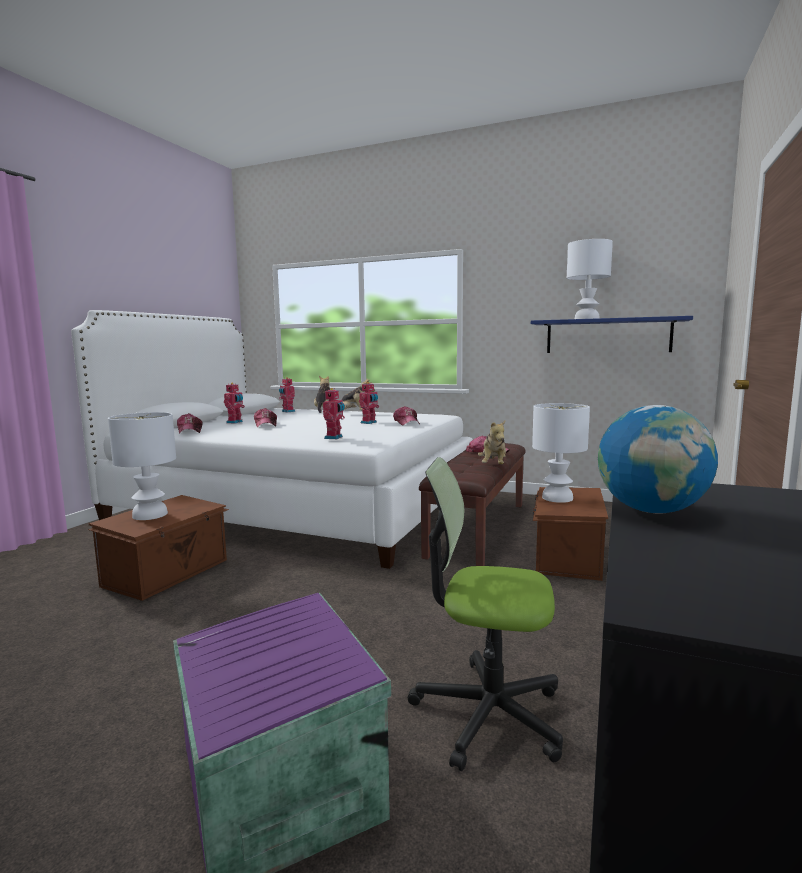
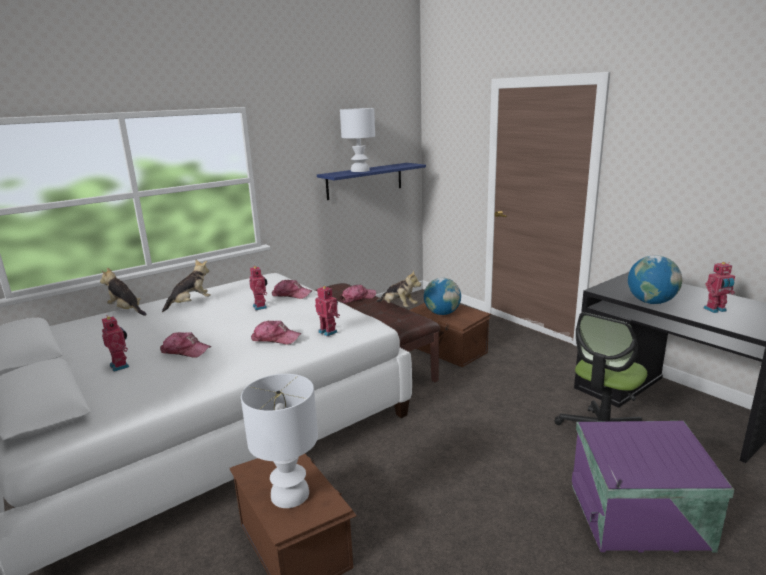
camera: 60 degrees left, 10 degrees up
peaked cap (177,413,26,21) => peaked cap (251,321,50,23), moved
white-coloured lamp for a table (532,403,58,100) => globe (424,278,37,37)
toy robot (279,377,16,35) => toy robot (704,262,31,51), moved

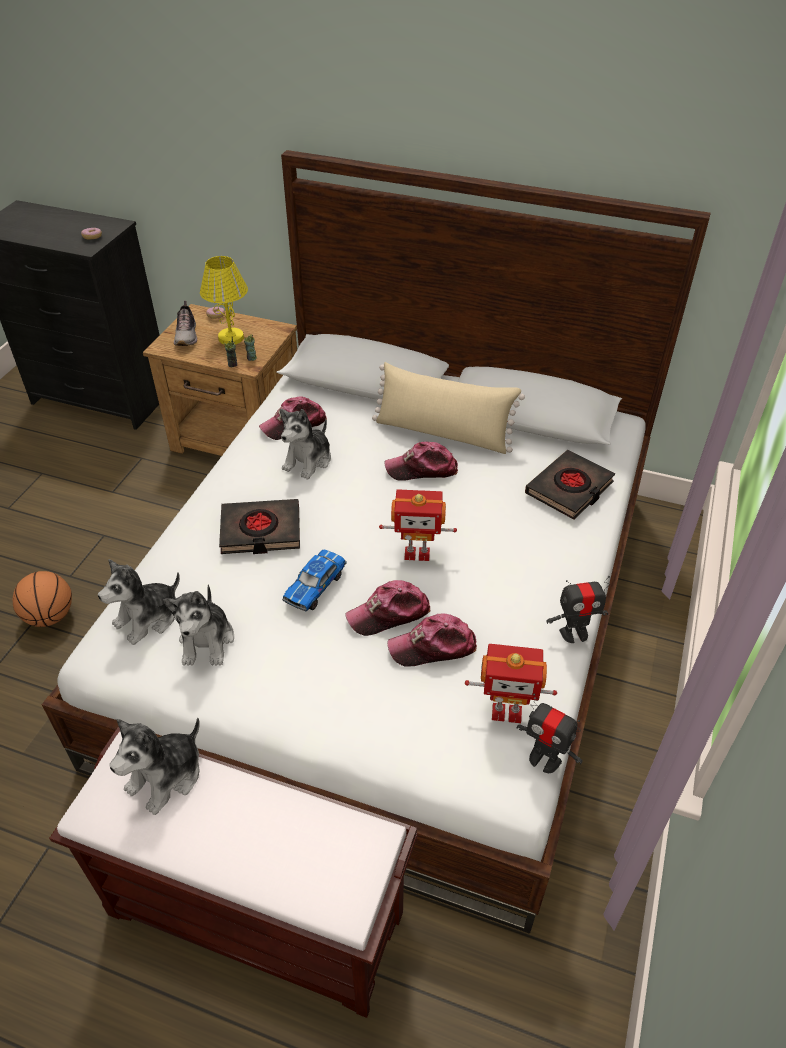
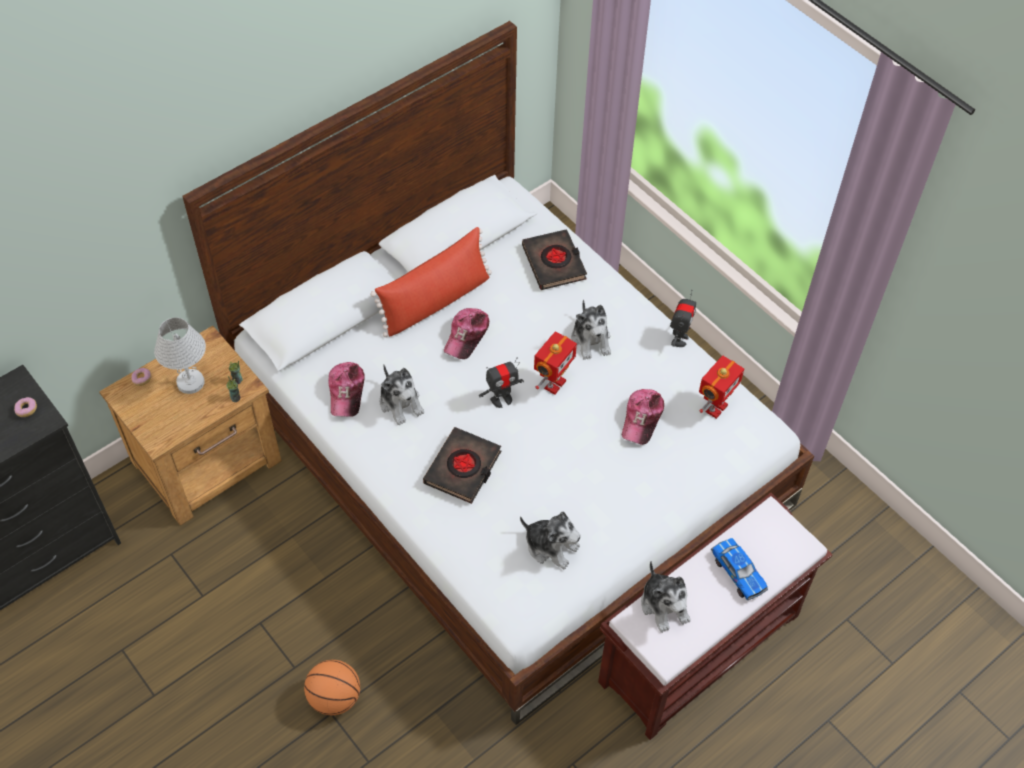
camera: 60 degrees left, 10 degrees up
yellowish lamp for a table (200,256,48,89) => white-coloured lamp for a table (154,317,52,77)
sand-coloured throw pillow (372,362,153,92) => red throw pillow (370,227,122,110)
toy robot (516,694,67,79) => toy robot (479,358,45,50), moved
cuddly toy (98,559,82,86) => cuddly toy (571,299,40,61), moved
model car (282,549,65,62) => model car (711,538,57,62), moved
item of footwear (174,301,23,45) => nothing
peaked cap (345,580,85,56) => nothing

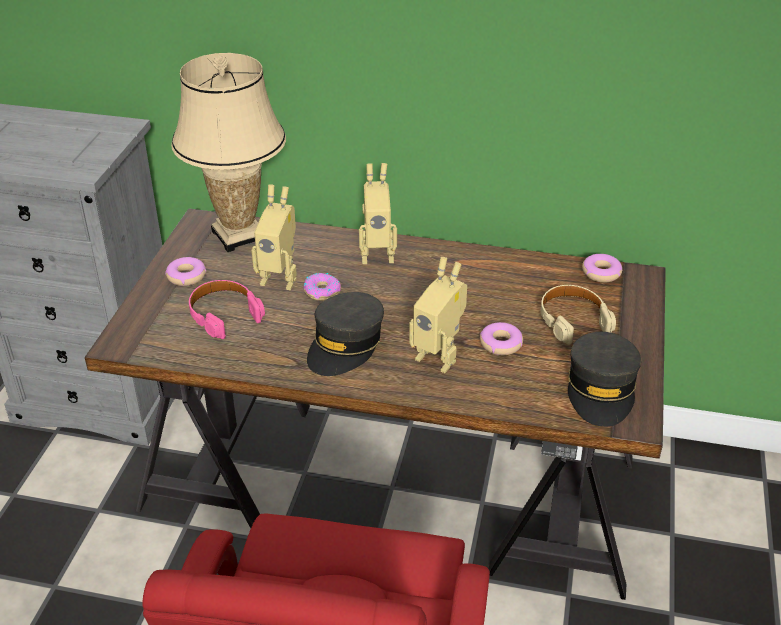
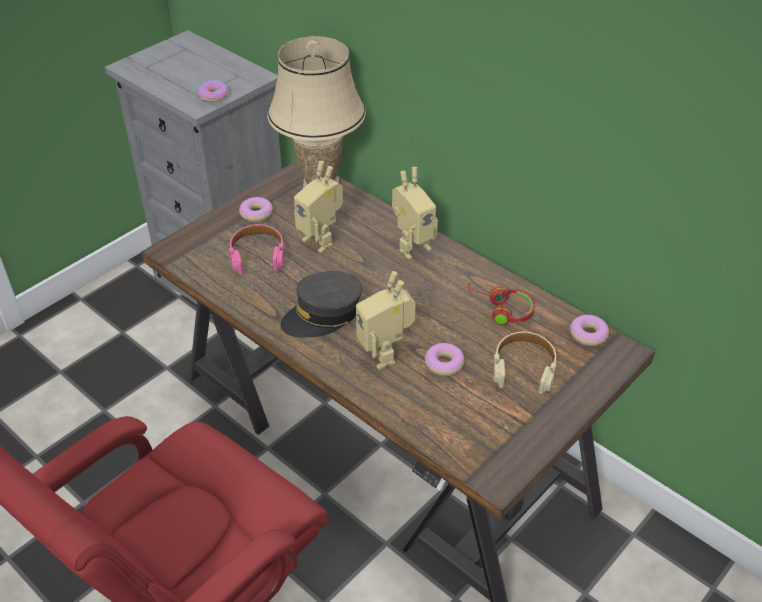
camera: 30 degrees right, 5 degrees up
donut (303,273,38,28) => donut (198,80,30,22), moved
toy robot (359,163,38,101) => toy robot (392,167,46,93), 60 degrees counterclockwise
nothing => red headset (468,283,66,42)
greyish peaked cap (568,332,73,95) => nothing

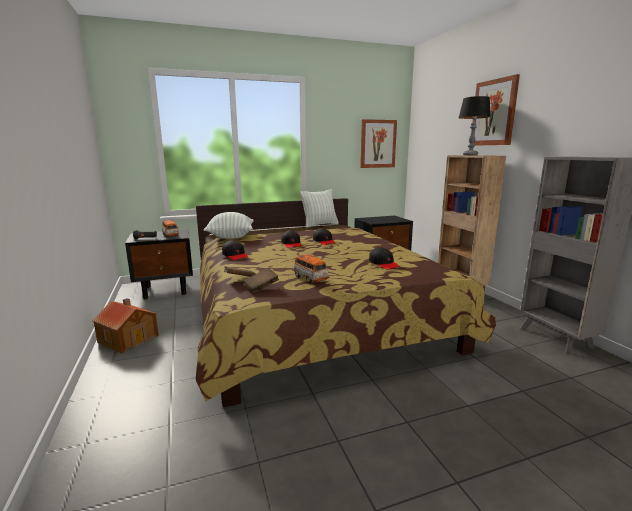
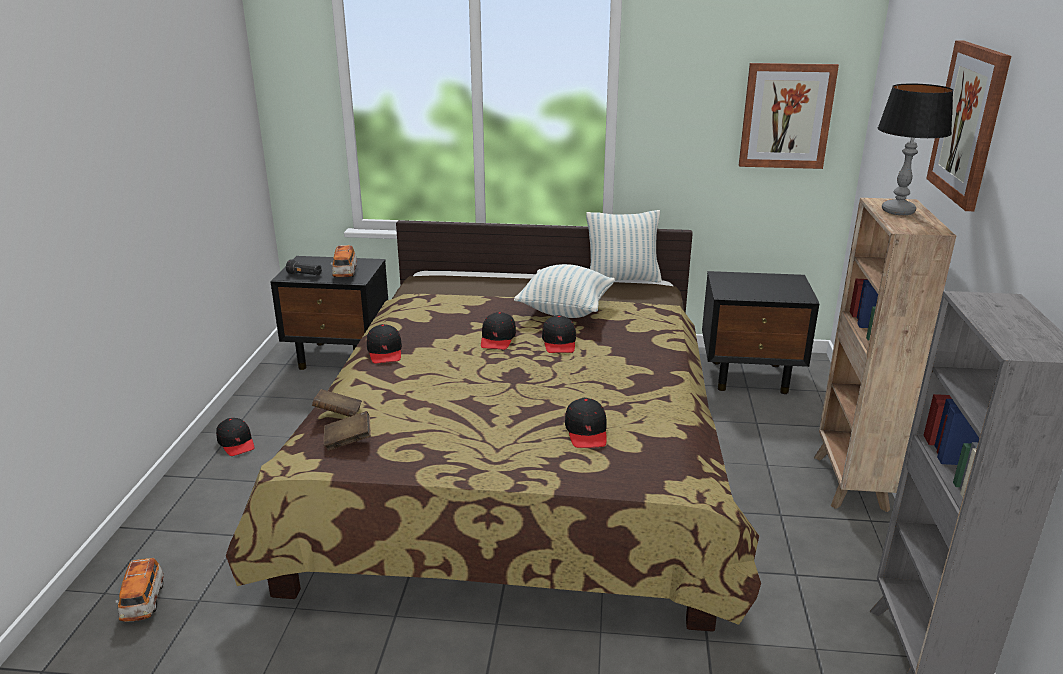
camera: 25 degrees right, 10 degrees up
model car (293,253,36,30) => model car (115,558,49,64), moved
model house (92,298,67,56) => blackish peaked cap (216,418,38,38)
throw pillow (204,212,49,27) => throw pillow (514,264,101,54), moved

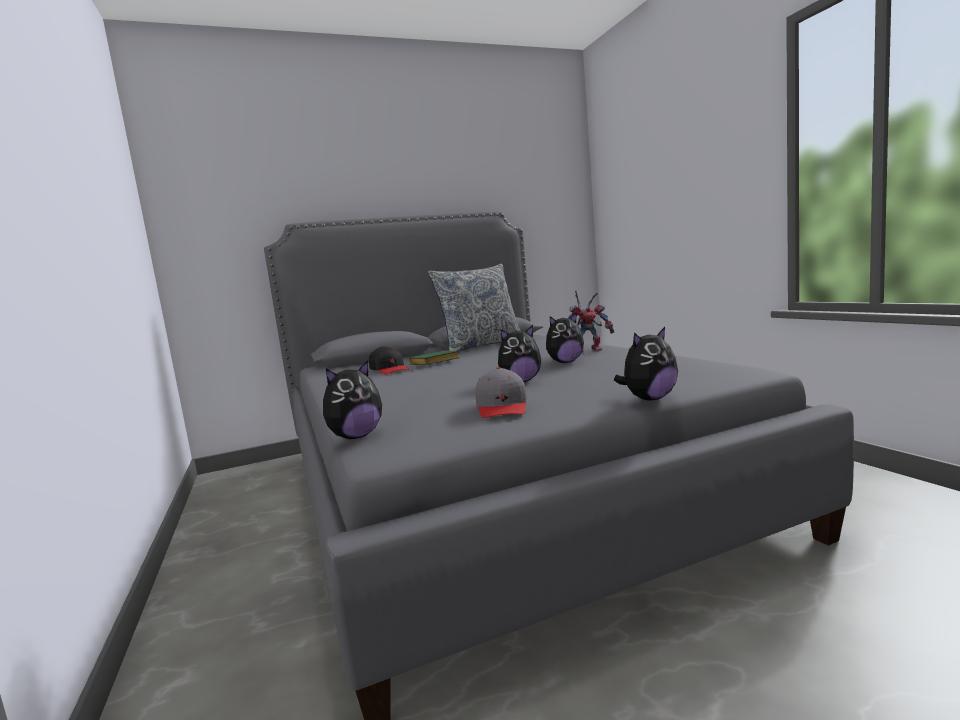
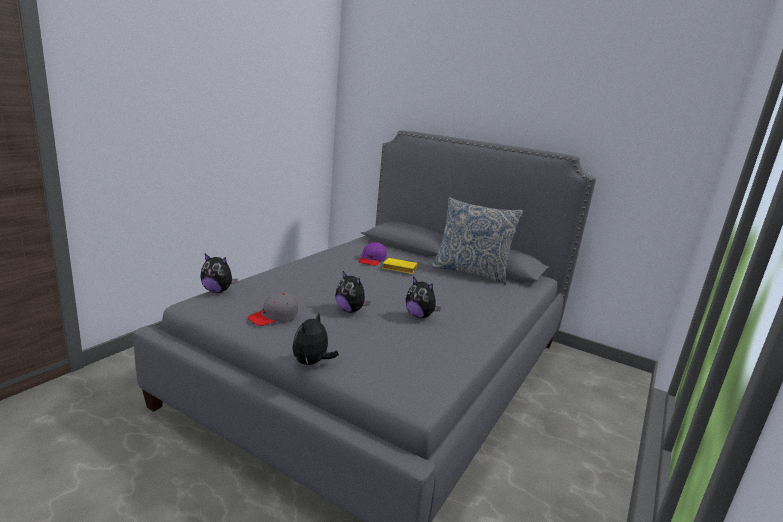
camera: 50 degrees right, 10 degrees up
cuddly toy (614,327,64,73) => cuddly toy (292,312,47,53), 90 degrees clockwise
blackish peaked cap (369,346,40,28) => purple-coloured peaked cap (359,242,28,24)
greenish bound book (409,351,51,14) => yellowish bound book (383,258,34,16)
toy robot (568,290,46,62) => nothing

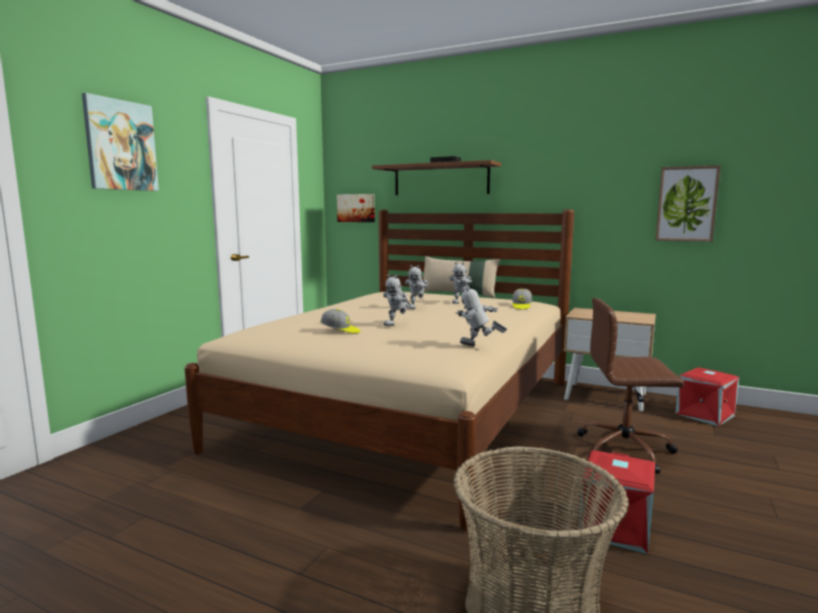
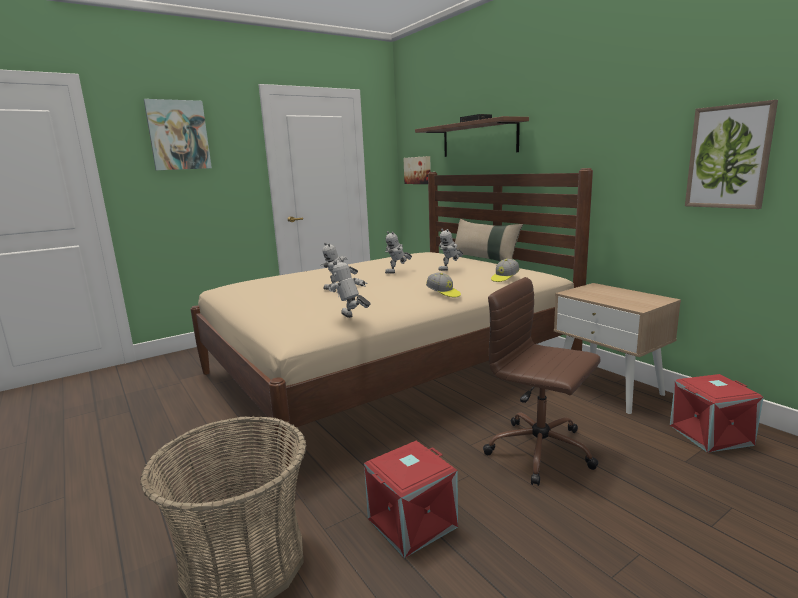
camera: 30 degrees right, 5 degrees up
peaked cap (320,309,40,24) => peaked cap (426,272,35,25), moved

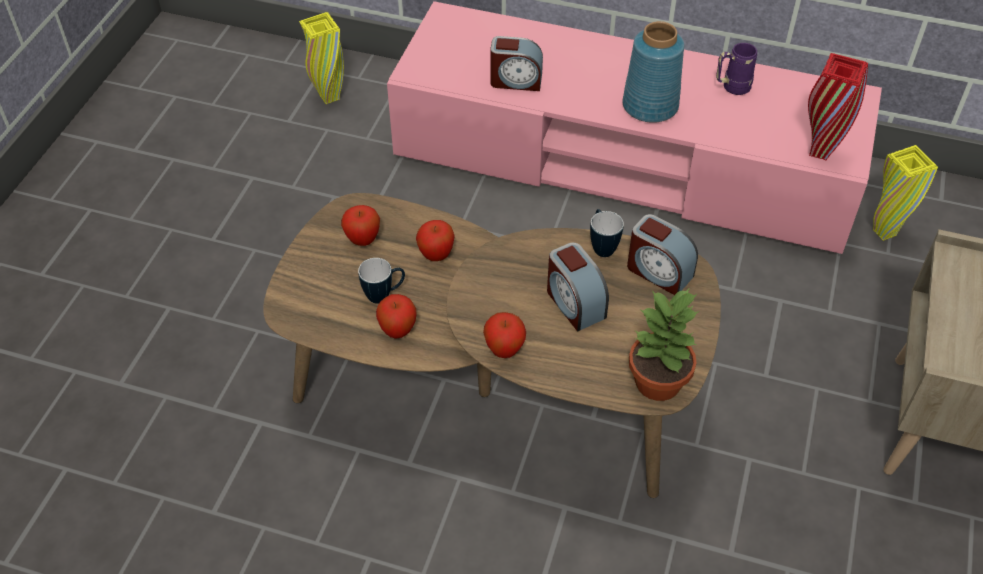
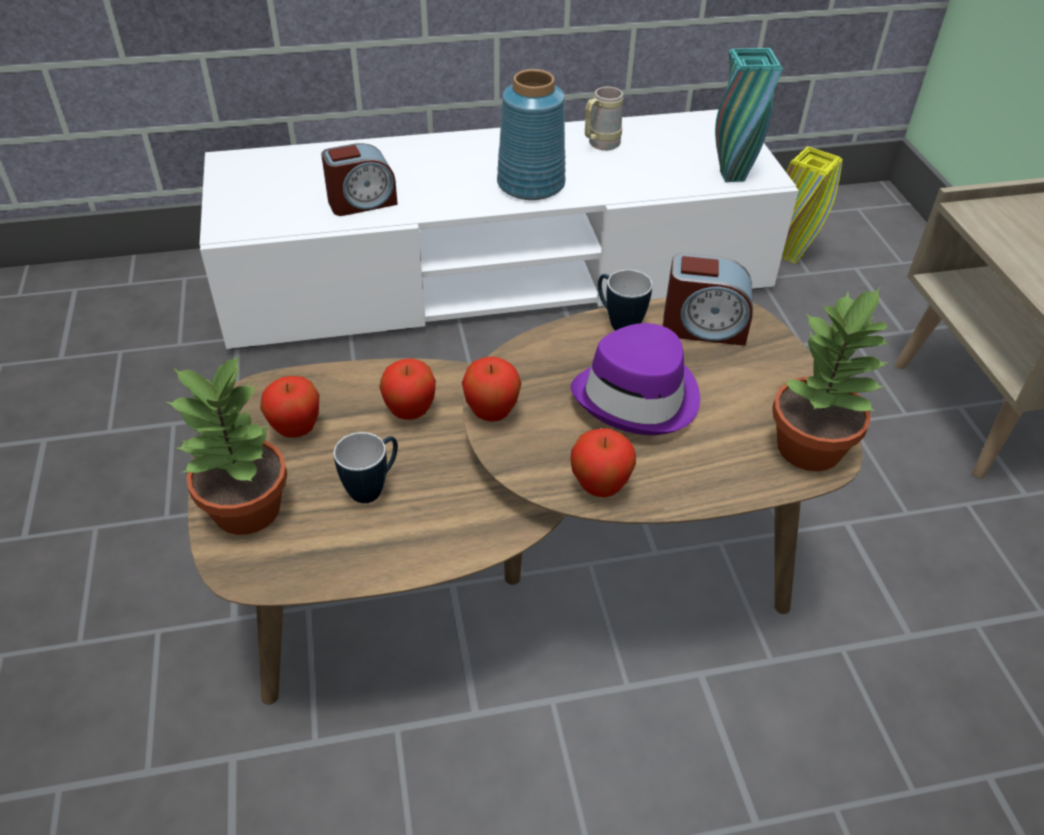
camera: 30 degrees left, 5 degrees down
nothing => potted plant (166,356,121,179)
pinkish media console (387,1,495,253) => white-coloured media console (200,109,599,240)
apple (376,294,41,45) => apple (462,357,60,65), moved
table clock (547,243,62,88) => purple-coloured wearable hat (571,323,129,112)
purple-coloured tea mug (716,43,41,52) => sand-coloured tea mug (585,87,38,63)
red flower vase (808,53,60,108) => turquoise flower vase (715,48,68,134)
yellowish flower vase (299,12,45,92) => nothing

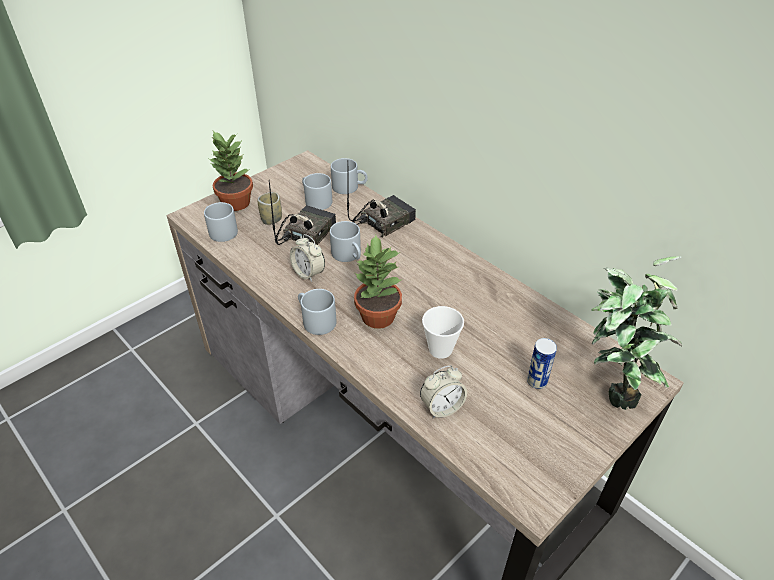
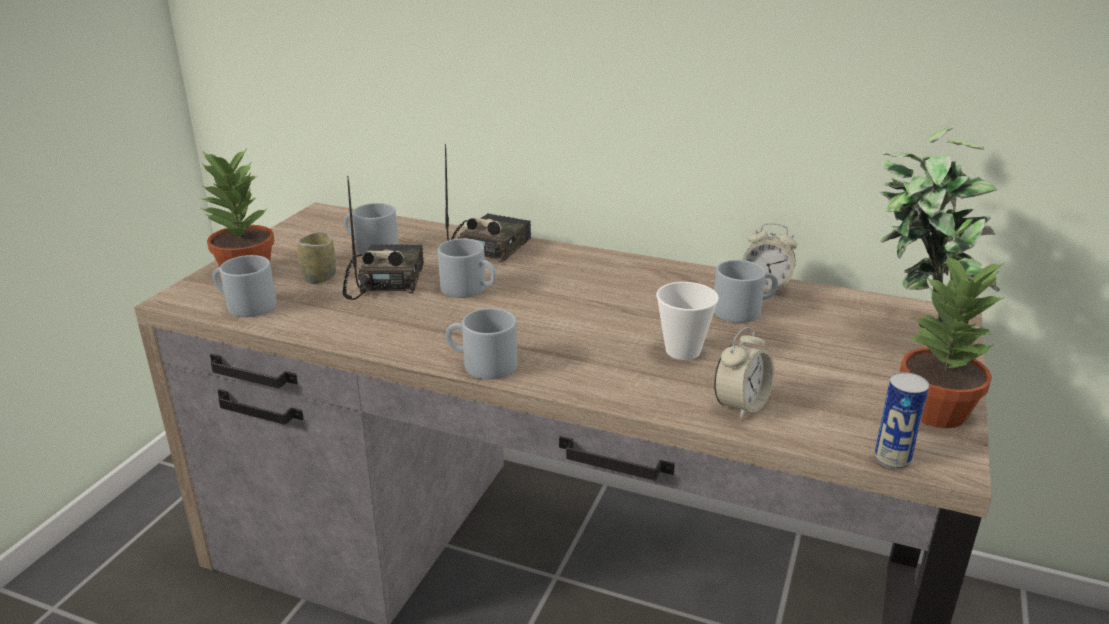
camera: 25 degrees left, 15 degrees down
greyish tea mug (331,158,37,36) => greyish tea mug (714,260,64,63), moved
table clock (290,234,35,48) => table clock (742,223,55,71), moved
sealed can (527,338,30,51) => sealed can (874,372,55,97), moved
potted plant (354,235,49,94) => potted plant (900,254,105,174), moved

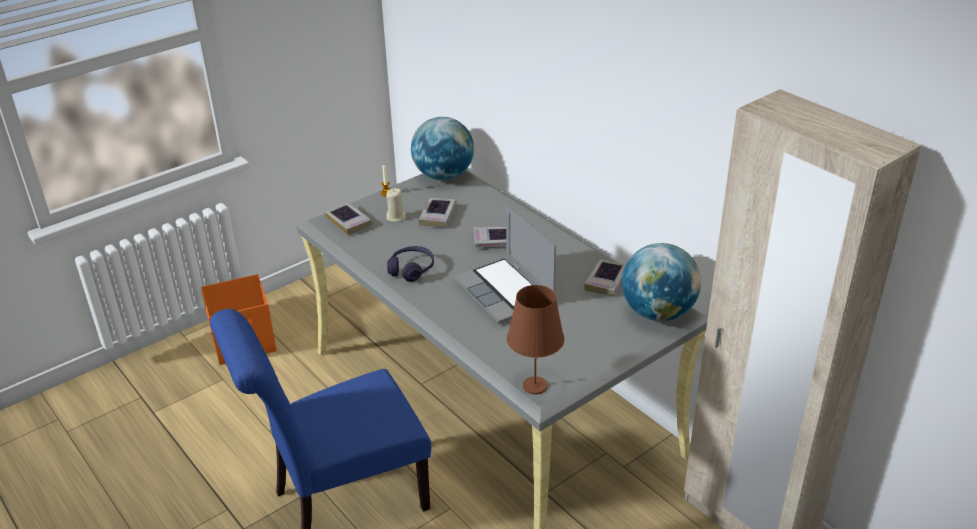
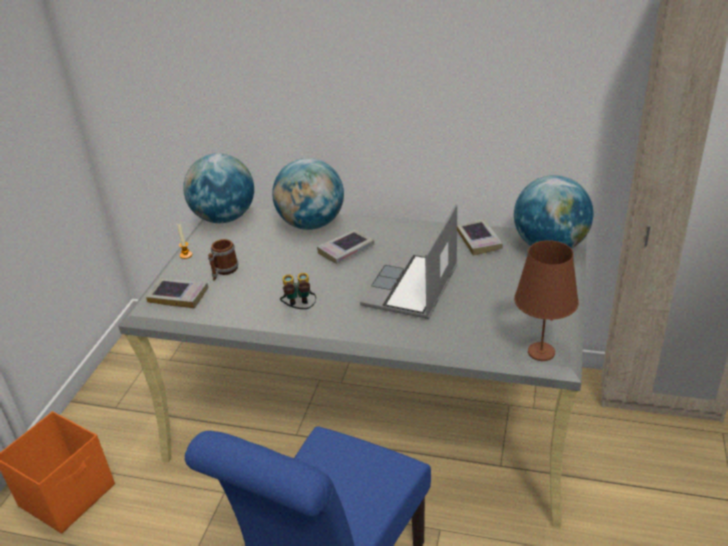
camera: 35 degrees left, 0 degrees up
sand-coloured wax candle (386,188,20,34) => tea mug (208,239,30,42)
nothing => globe (272,158,72,72)
purple-coloured headset (387,246,47,36) => pair of binoculars (280,273,36,36)
laptop (454,205,102,119) => laptop (360,204,97,115), 90 degrees clockwise
bound book (419,198,37,29) => nothing

